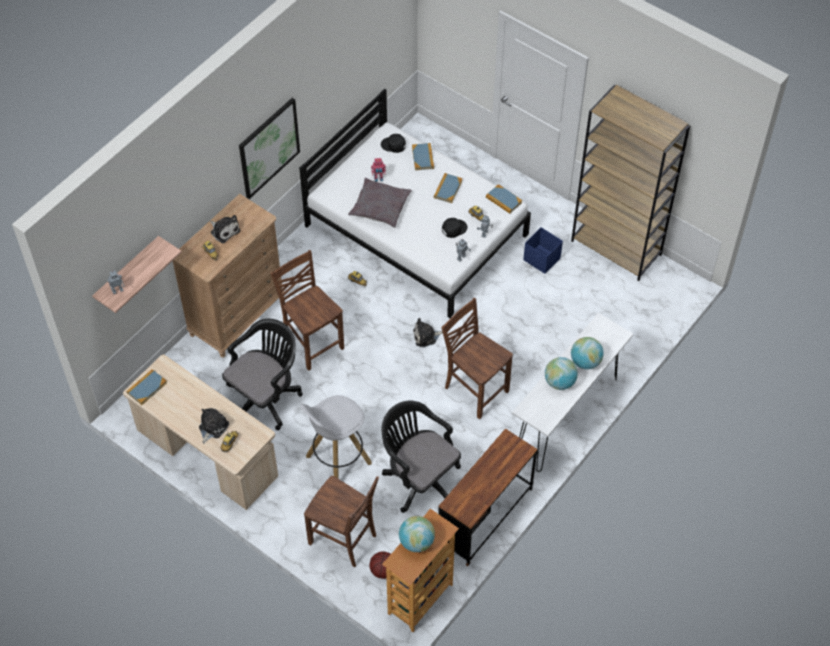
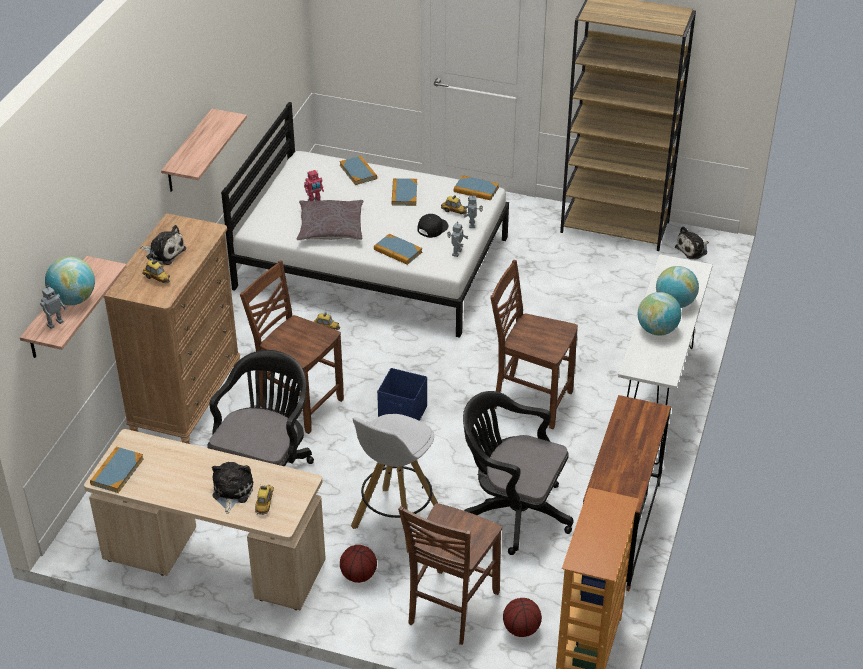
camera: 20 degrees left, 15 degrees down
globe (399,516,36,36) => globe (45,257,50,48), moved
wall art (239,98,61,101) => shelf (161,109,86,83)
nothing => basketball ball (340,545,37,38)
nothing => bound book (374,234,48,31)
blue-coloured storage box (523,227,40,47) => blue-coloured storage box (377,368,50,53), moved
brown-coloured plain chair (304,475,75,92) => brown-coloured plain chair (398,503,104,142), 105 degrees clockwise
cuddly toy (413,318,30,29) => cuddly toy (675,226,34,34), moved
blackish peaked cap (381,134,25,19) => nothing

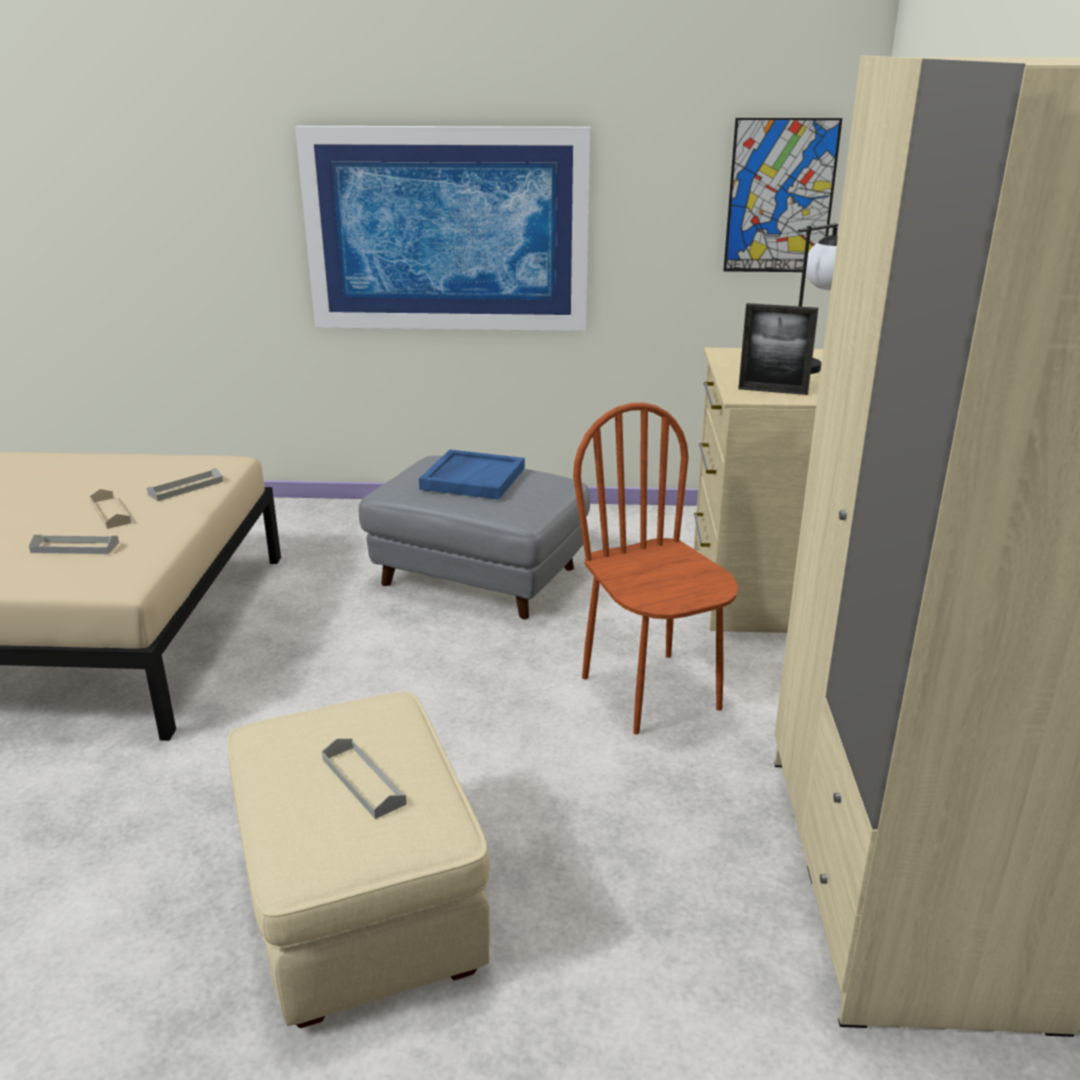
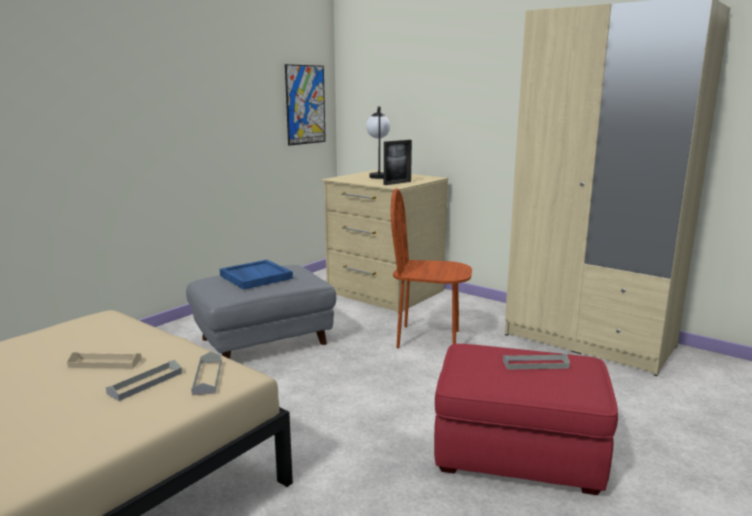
camera: 55 degrees left, 10 degrees down
greyish tray (147,468,76,33) => greyish tray (191,352,31,43), moved
sand-coloured pouffe (227,692,263,336) => red pouffe (434,344,184,151)
wall art (295,126,295,205) => nothing

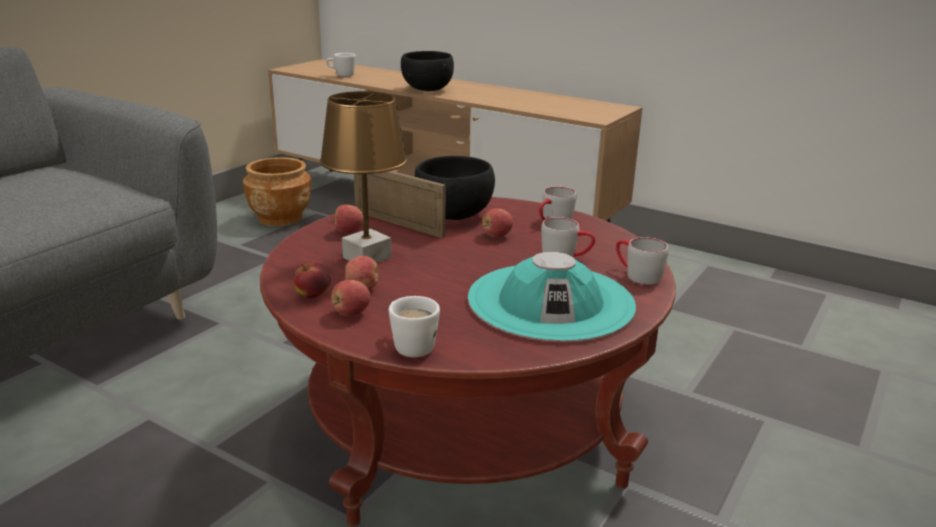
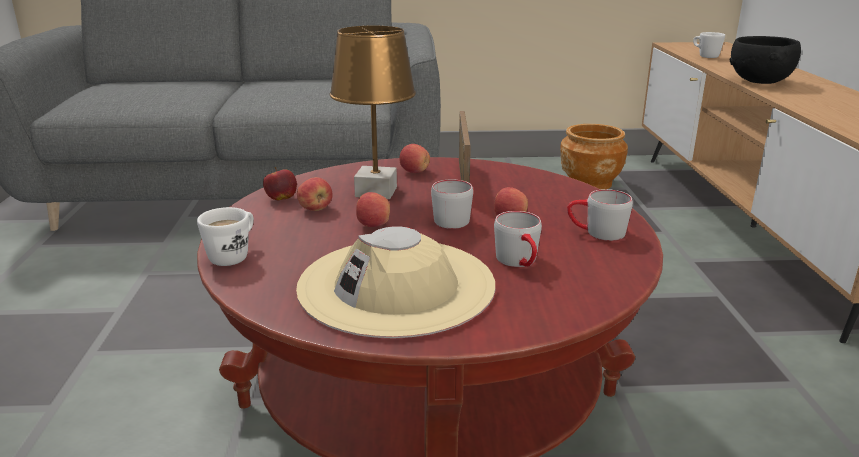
camera: 55 degrees right, 0 degrees up
turquoise wearable hat (468,252,168,90) => sand-coloured wearable hat (296,226,200,112)
apple (331,280,39,36) => apple (356,192,34,35), moved
greyish tea mug (616,237,53,48) => greyish tea mug (431,179,42,50), moved
blackish bowl (414,156,81,64) => nothing

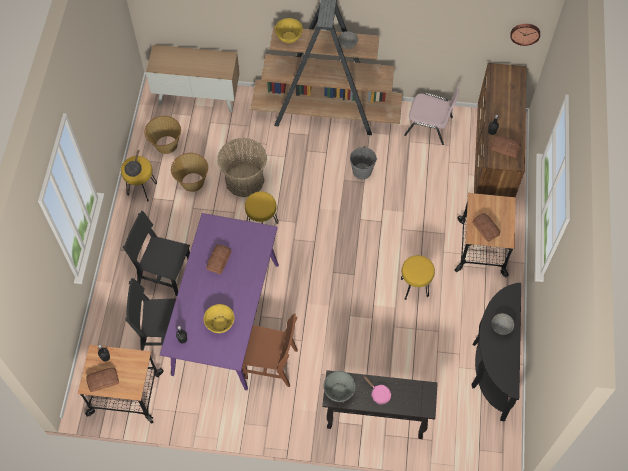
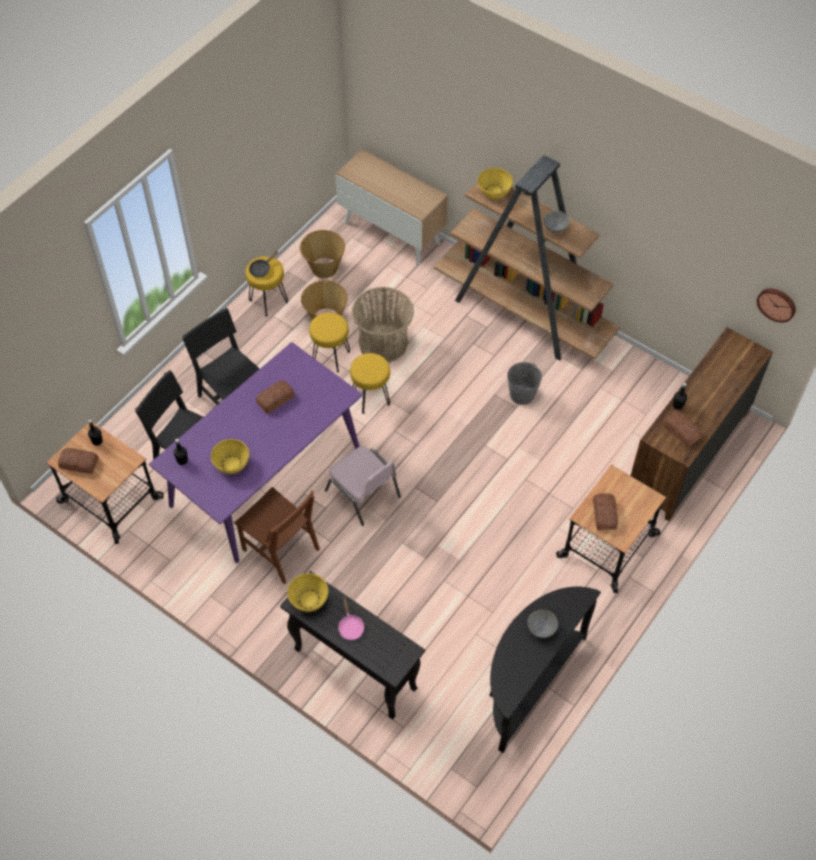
camera: 30 degrees right, 5 degrees down
greyish bowl (324,371,32,31) => yellowish bowl (287,573,42,39)
yellowish sitting stool (401,255,34,45) => yellowish sitting stool (309,312,41,61), moved
pinkish plain chair (404,89,56,56) => pinkish plain chair (325,446,76,80), moved

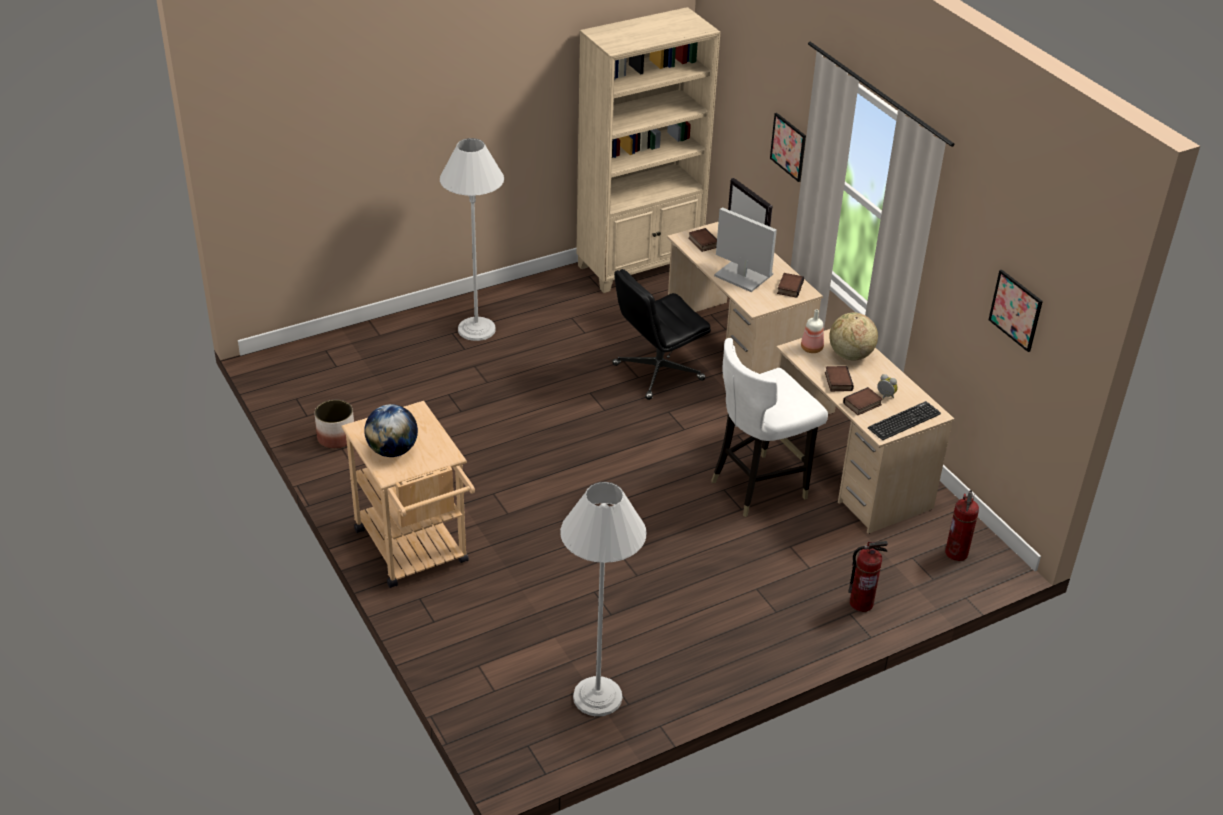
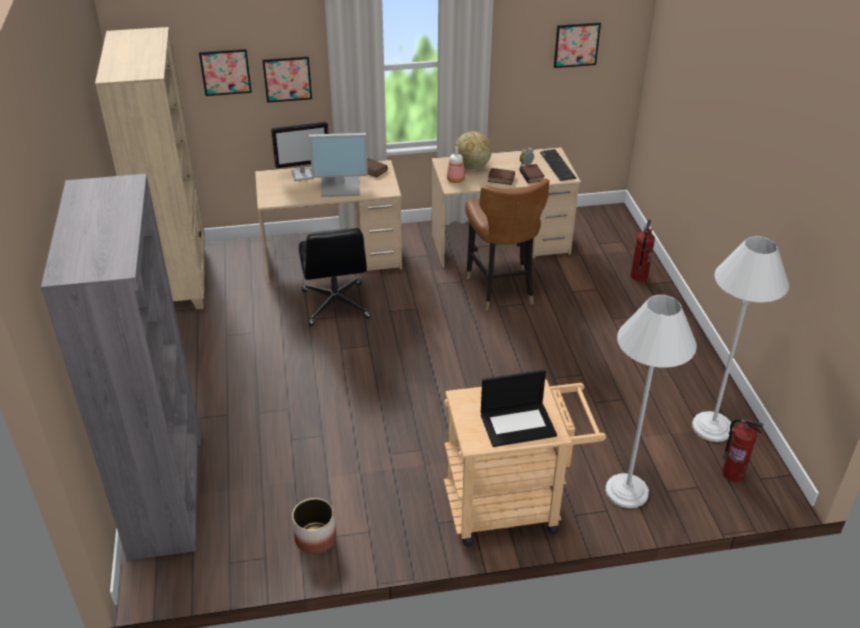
camera: 70 degrees left, 0 degrees up
nothing => greyish bookshelf (41,174,160,387)
nothing => wall art (199,49,53,47)
computer display (714,207,63,85) => computer display (309,133,59,64), 150 degrees counterclockwise
white-coloured plain chair (711,338,117,179) => brown-coloured plain chair (465,178,84,132)
globe (364,404,54,53) => laptop (481,369,76,78)
white-coloured standard lamp (440,138,64,203) => white-coloured standard lamp (605,294,92,214), moved
fire-fighting cylinder (945,490,34,71) => fire-fighting cylinder (722,418,42,64), moved
bound book (688,228,29,24) => nothing

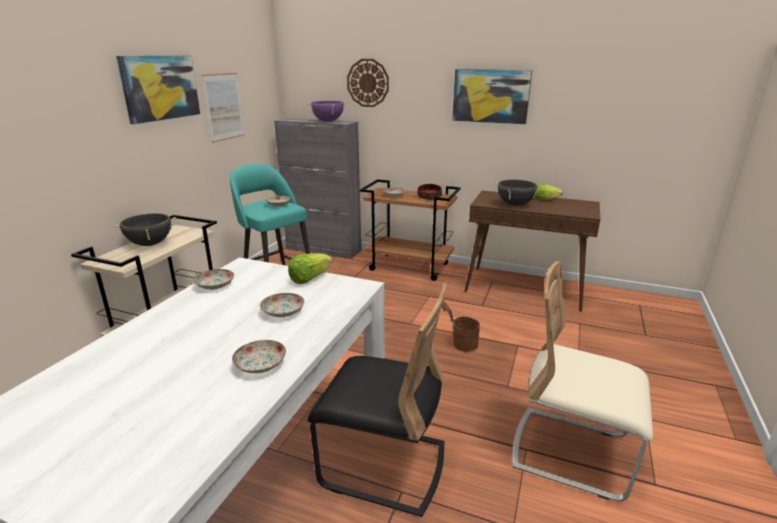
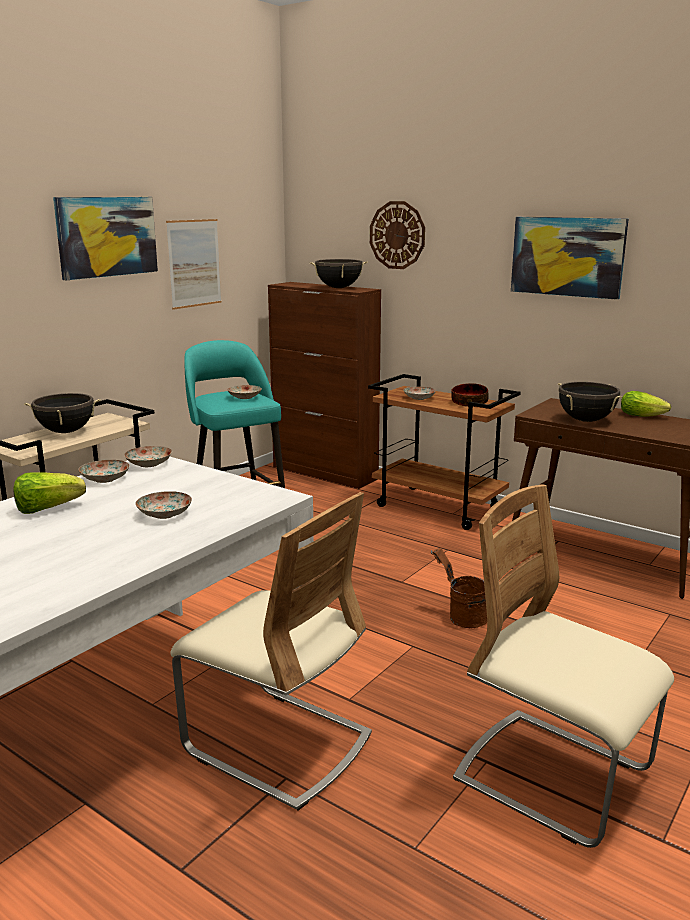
camera: 15 degrees right, 5 degrees down
lettuce (288,253,45,31) => lettuce (14,472,72,42), moved
flat dish (232,340,54,33) => flat dish (124,446,48,21), moved
blackish plain chair (308,282,139,235) => sand-coloured plain chair (170,492,202,319)
greyish cupboard (274,118,87,141) => brown-coloured cupboard (268,282,113,207)
purple-coloured cooking pot (307,101,40,21) => blackish cooking pot (310,259,58,29)

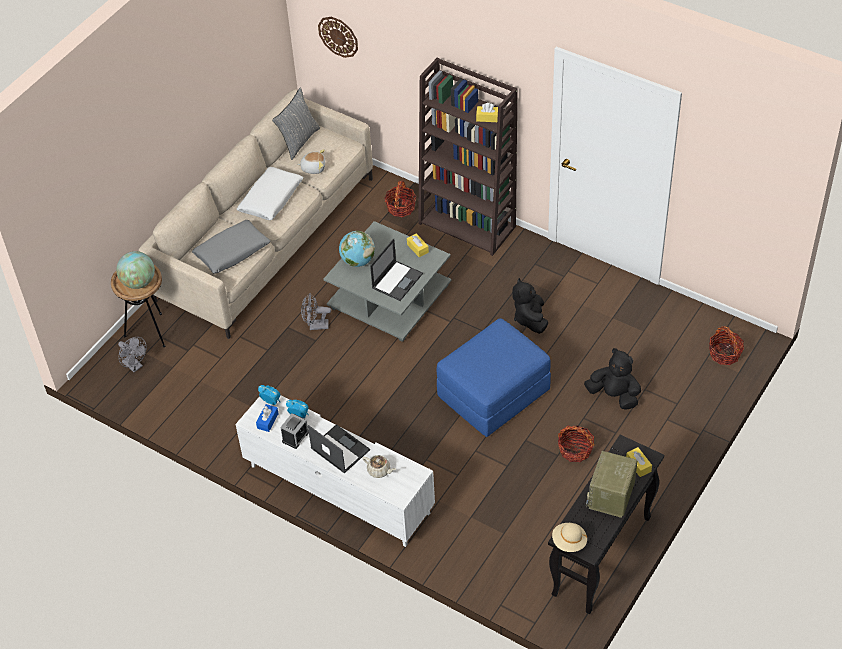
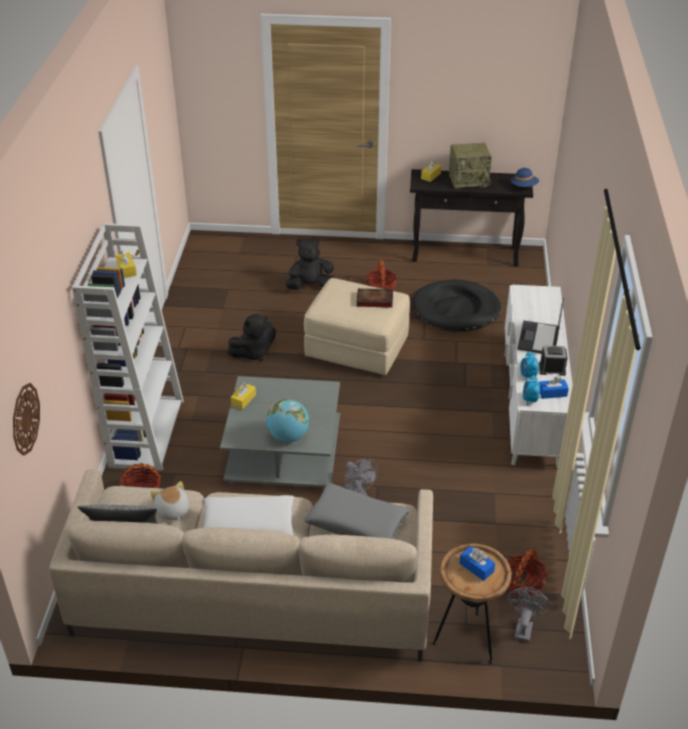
camera: 120 degrees left, 10 degrees down
brown-coloured bookshelf (418,58,99,198) => white-coloured bookshelf (72,223,112,248)
blackish cuddly toy (584,348,57,62) => blackish cuddly toy (285,239,49,51), 75 degrees clockwise
blue-coloured pouffe (437,318,114,119) => sand-coloured pouffe (304,278,106,97)
nothing => bound book (357,288,36,20)
nothing => blackish dog cushion (413,280,88,52)
globe (116,251,39,38) => blue-coloured tissue box (459,546,36,35)
household basket (709,326,35,39) => household basket (508,549,40,49), moved
sand-coloured wearable hat (552,523,35,29) => blue-coloured wearable hat (511,168,28,19)
sand-coloured pot for tea (362,455,34,23) => nothing
laptop (370,238,53,63) => nothing

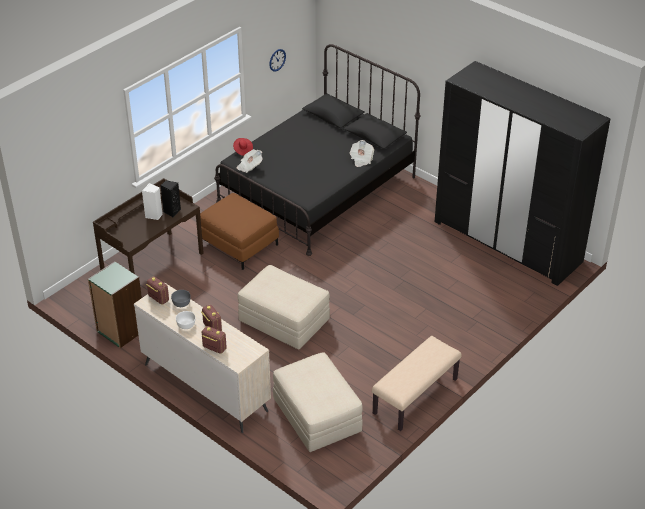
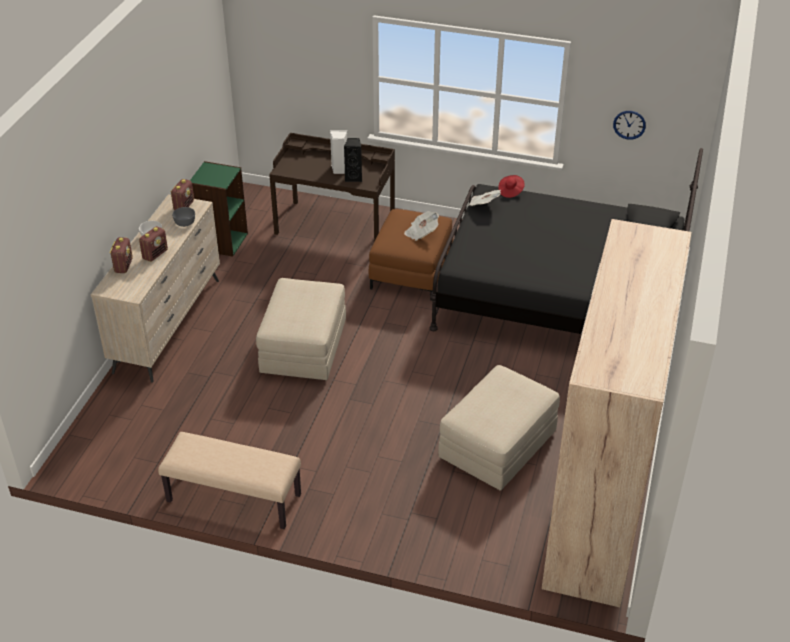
camera: 65 degrees right, 0 degrees up
printed paper (349,140,25,27) => printed paper (404,211,35,30), moved
sand-coloured pouffe (273,352,90,100) => sand-coloured pouffe (438,365,122,126), moved
blackish wardrobe (435,61,175,225) => sand-coloured wardrobe (542,219,149,388)

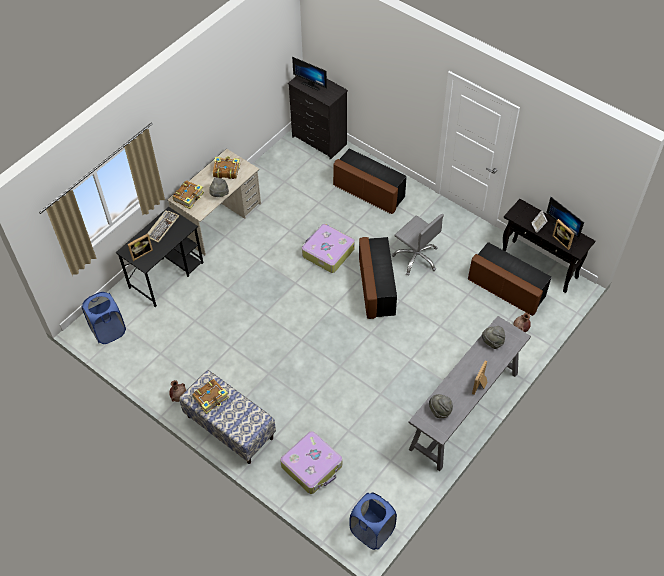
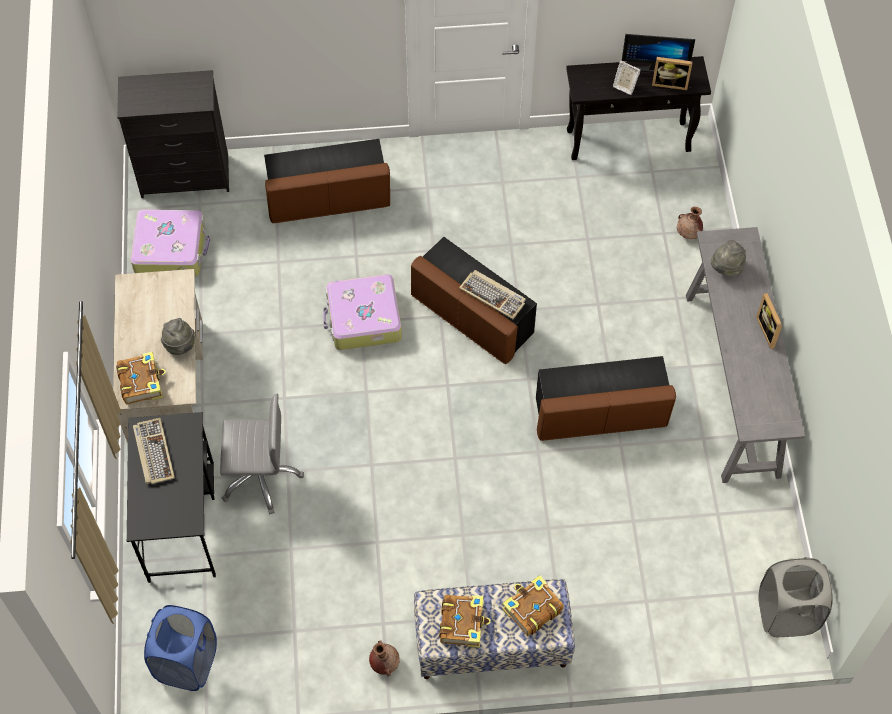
camera: 45 degrees left, 5 degrees up
suitcase (280,431,62,63) => suitcase (131,209,79,68), moved
greyish computer chair (392,214,52,62) => greyish computer chair (220,394,84,121), moved
nothing => keyboard (459,270,67,49)
bound book (213,156,27,23) => bound book (502,575,62,61), moved
brown-coloured pouffe (468,242,83,74) => brown-coloured pouffe (536,356,140,85), moved
blue-coloured washing basket (350,493,47,57) => greyish washing basket (758,557,75,80)
standing frame (128,233,25,28) => nothing
computer display (292,57,35,34) => nothing
greyish wearable hat (429,394,24,24) => nothing

